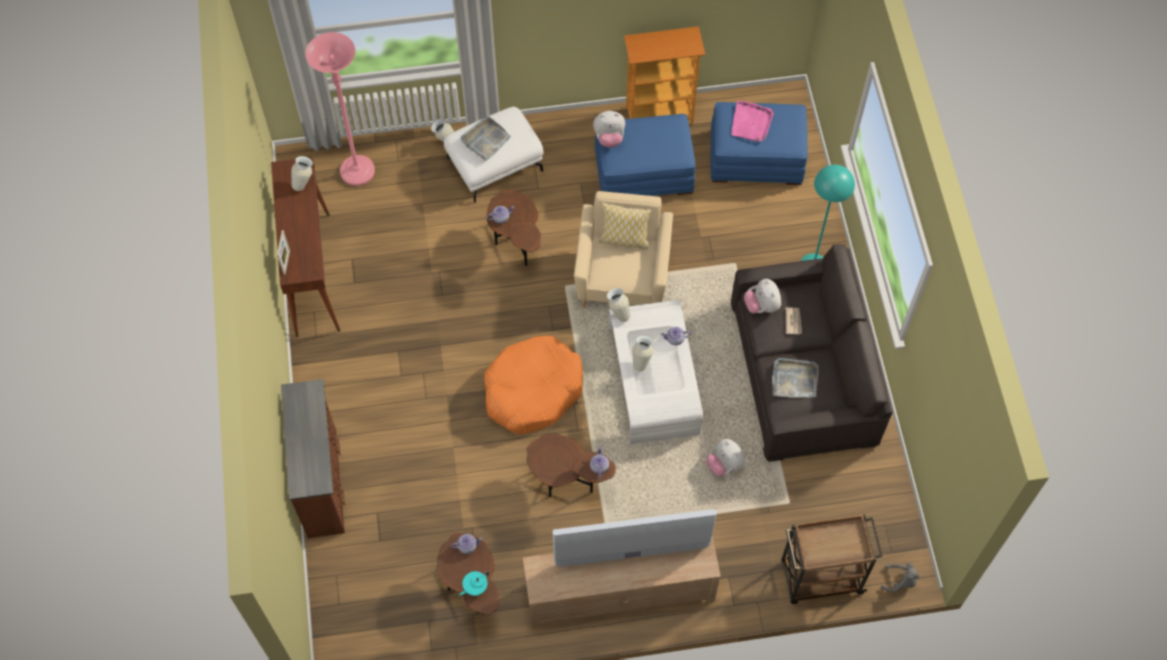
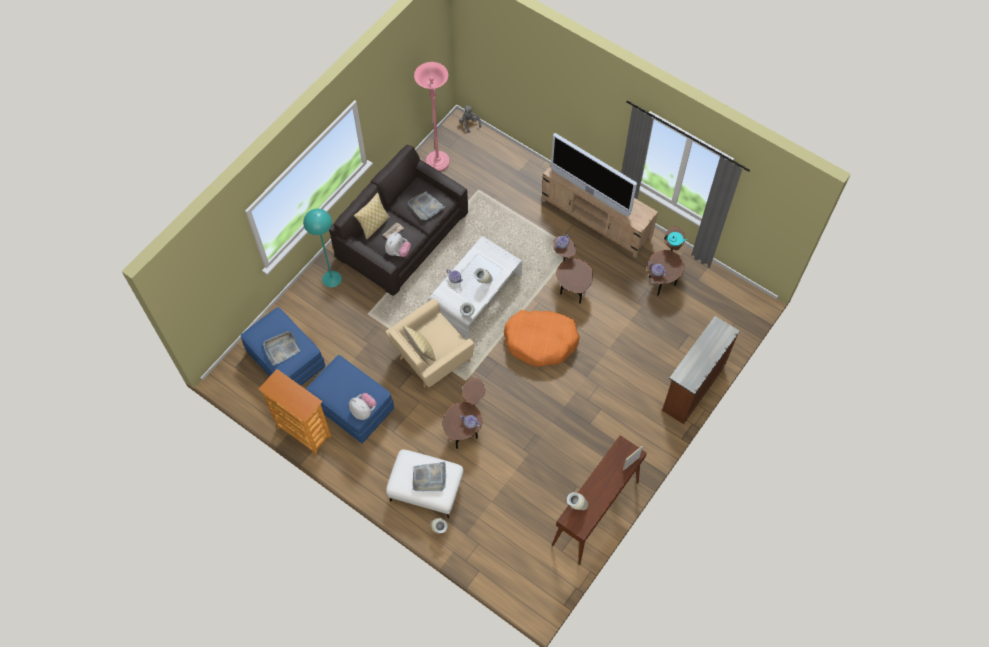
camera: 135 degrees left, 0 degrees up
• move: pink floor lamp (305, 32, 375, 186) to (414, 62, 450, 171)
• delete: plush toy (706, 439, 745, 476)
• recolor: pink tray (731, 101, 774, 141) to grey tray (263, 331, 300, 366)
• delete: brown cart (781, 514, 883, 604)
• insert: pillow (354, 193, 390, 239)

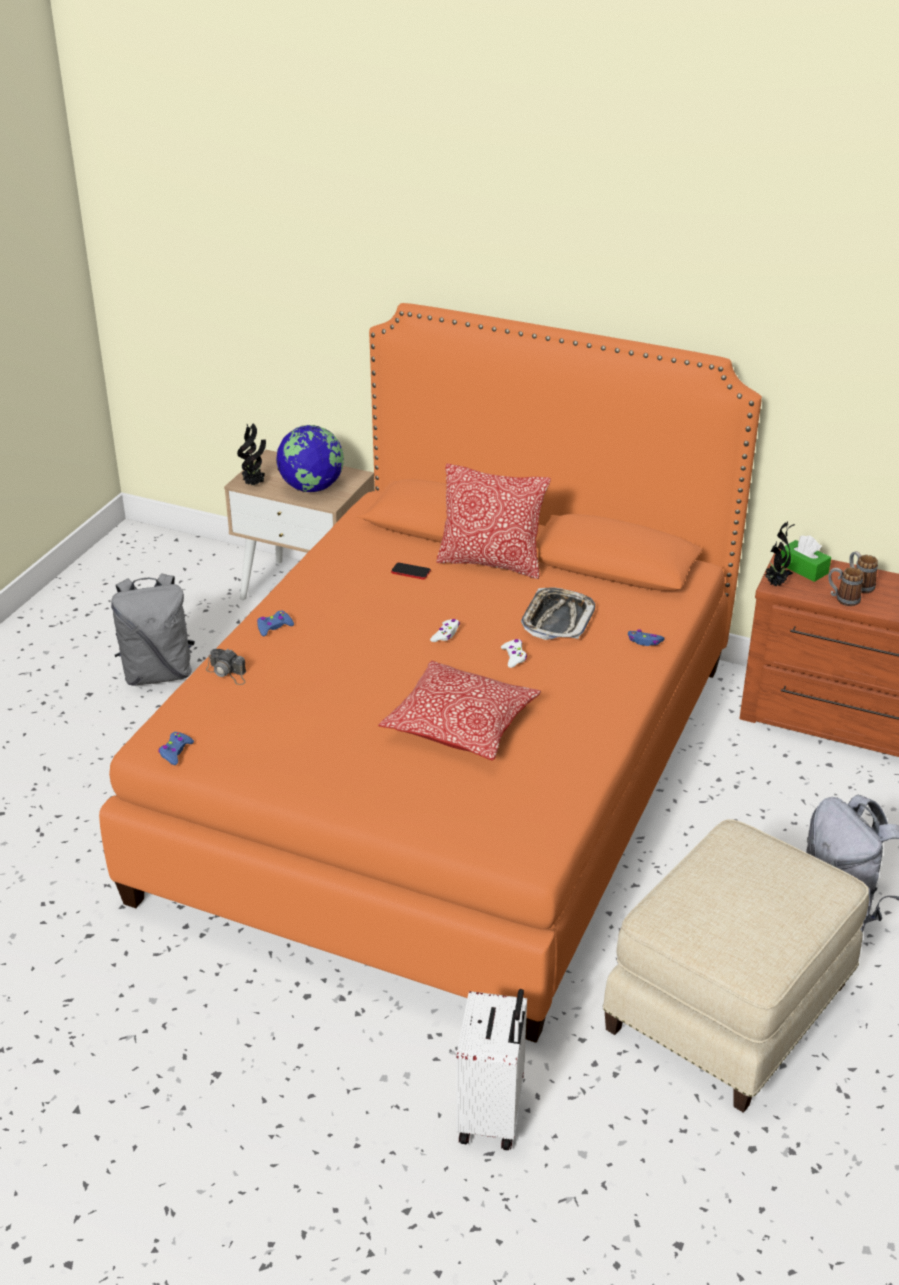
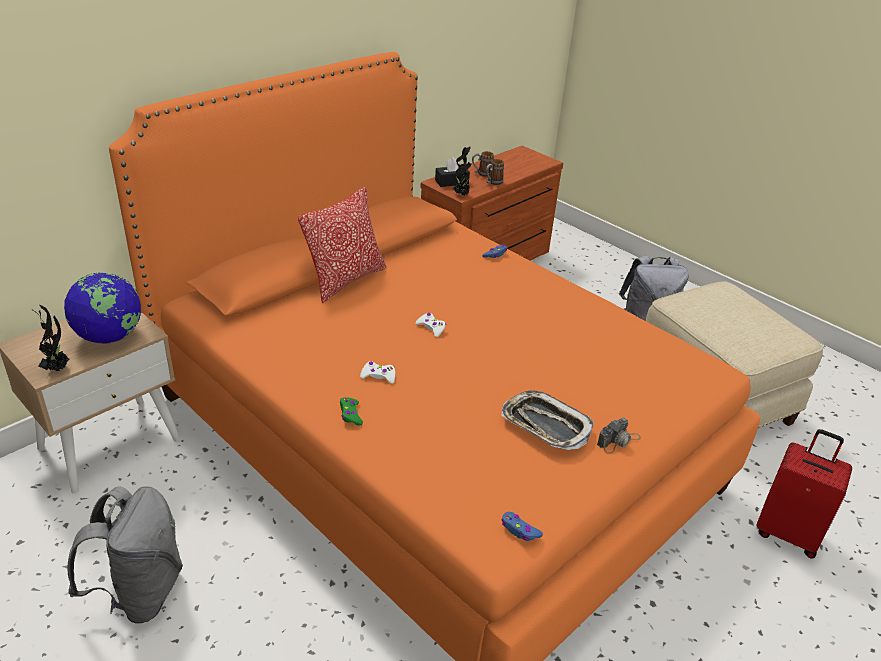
camera: 70 degrees left, 0 degrees up
• move: photo camera (206, 649, 246, 685) to (597, 418, 641, 454)
• recolor: blue game controller (257, 611, 294, 636) to green game controller (340, 397, 363, 426)
• delete: pillow (378, 661, 541, 761)
• delete: phone (391, 563, 431, 579)
• recolor: white suitcase (456, 989, 527, 1150) to red suitcase (756, 429, 852, 558)
• move: white game controller (501, 639, 527, 668) to (360, 361, 395, 384)
• move: tray (521, 587, 595, 640) to (501, 390, 594, 450)
• recolor: green tissue box (781, 535, 831, 582) to black tissue box (435, 157, 470, 187)

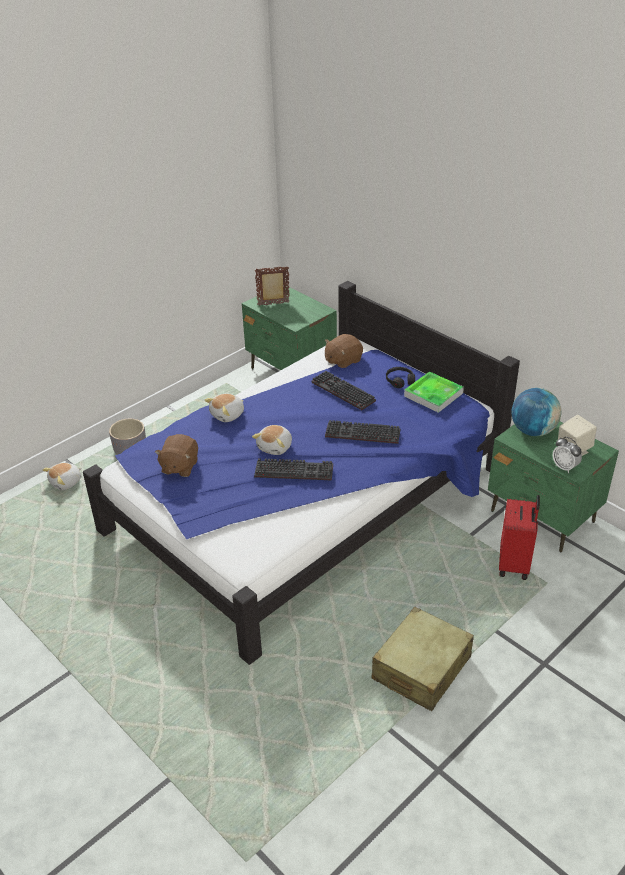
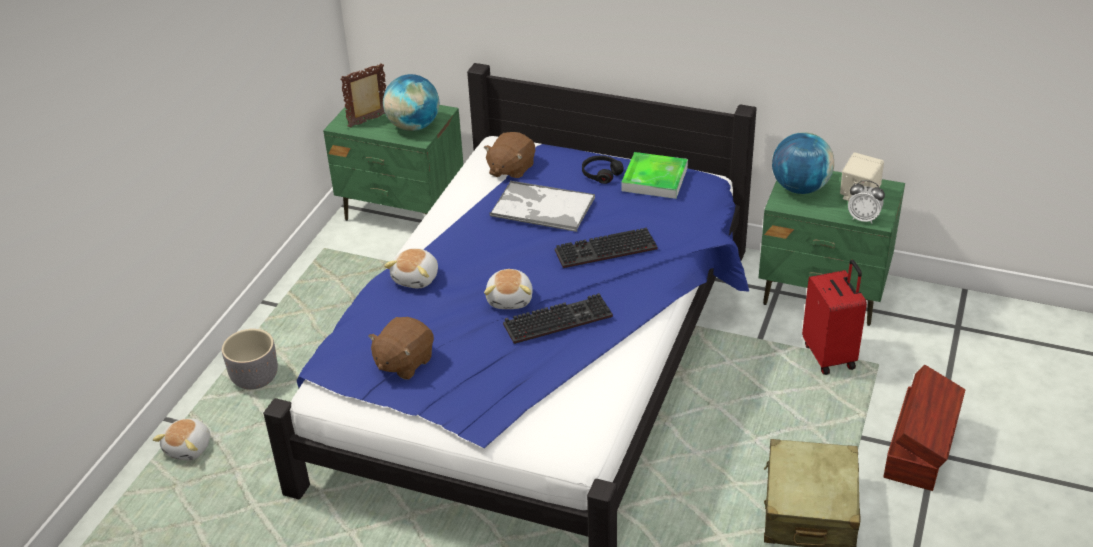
camera: 25 degrees left, 0 degrees up
• rotate: brown plush toy (155, 434, 198, 477) = (368, 317, 434, 380) 45 degrees clockwise
• replace: keyboard (312, 371, 376, 410) to tray (489, 181, 595, 232)
• insert: globe (383, 74, 439, 131)
• insert: brown storage box (884, 365, 965, 491)

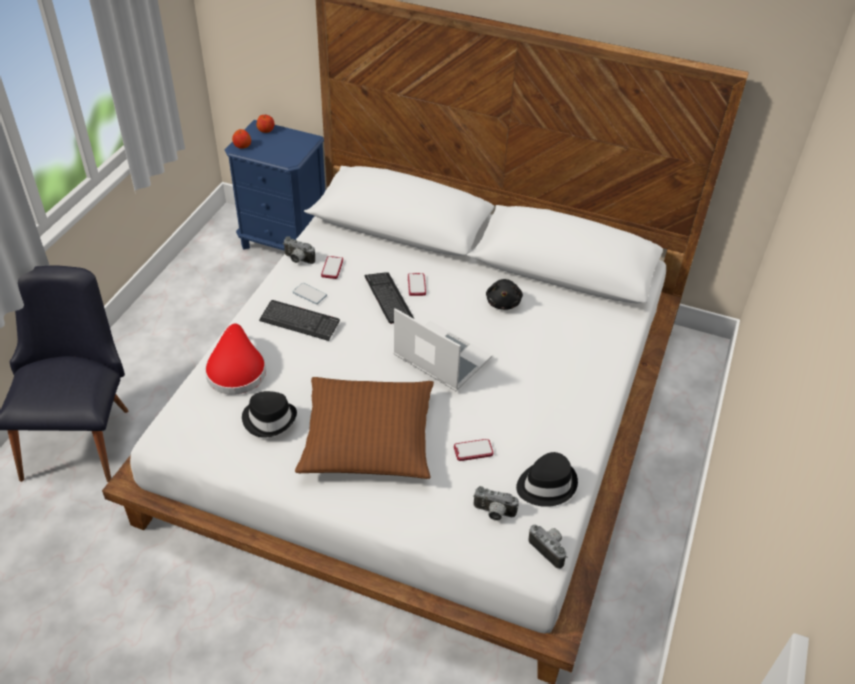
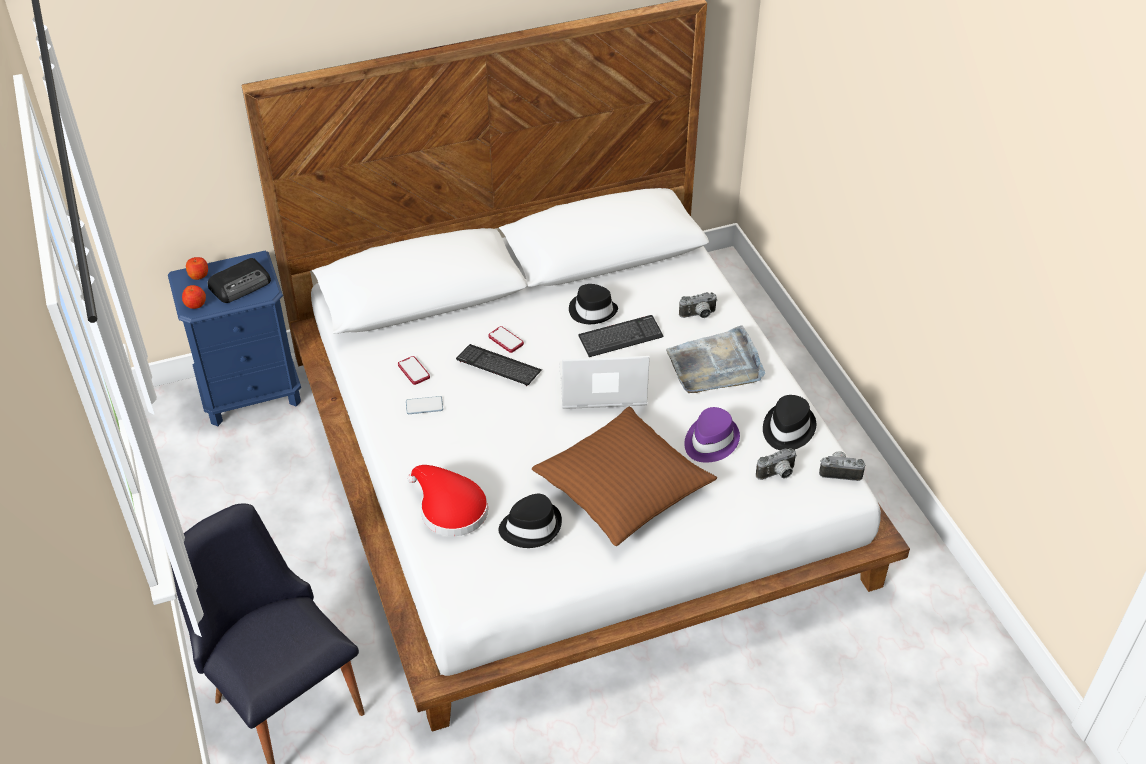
camera: 40 degrees left, 0 degrees up
• move: keyboard (259, 300, 340, 341) to (579, 315, 664, 357)
• move: photo camera (283, 236, 315, 264) to (679, 292, 717, 318)
• replace: phone (454, 439, 493, 461) to purple hat (684, 407, 740, 463)
• replace: black plush toy (486, 279, 523, 310) to black hat (569, 284, 618, 324)
• insert: radio (208, 258, 271, 303)
• insert: grey tray (666, 325, 765, 393)

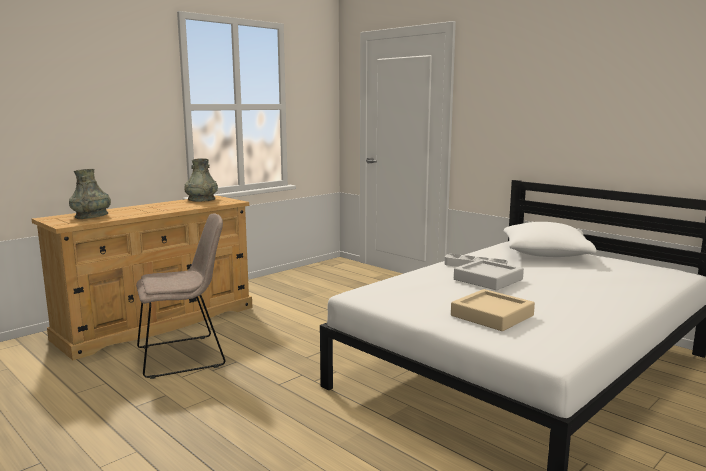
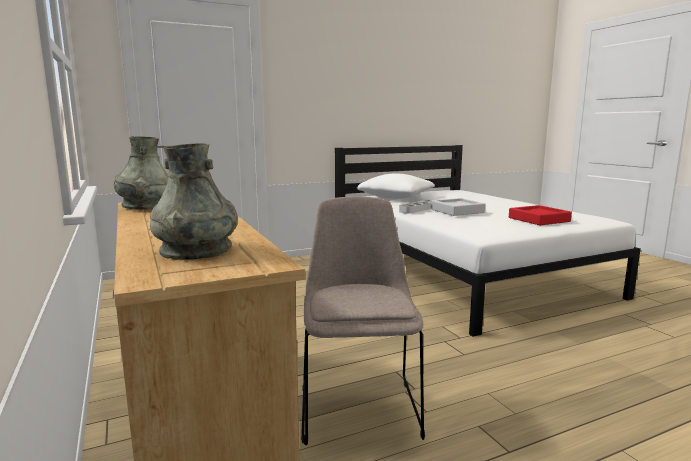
camera: 70 degrees left, 0 degrees up
• recolor: beige tray (451, 289, 535, 331) to red tray (509, 205, 572, 225)

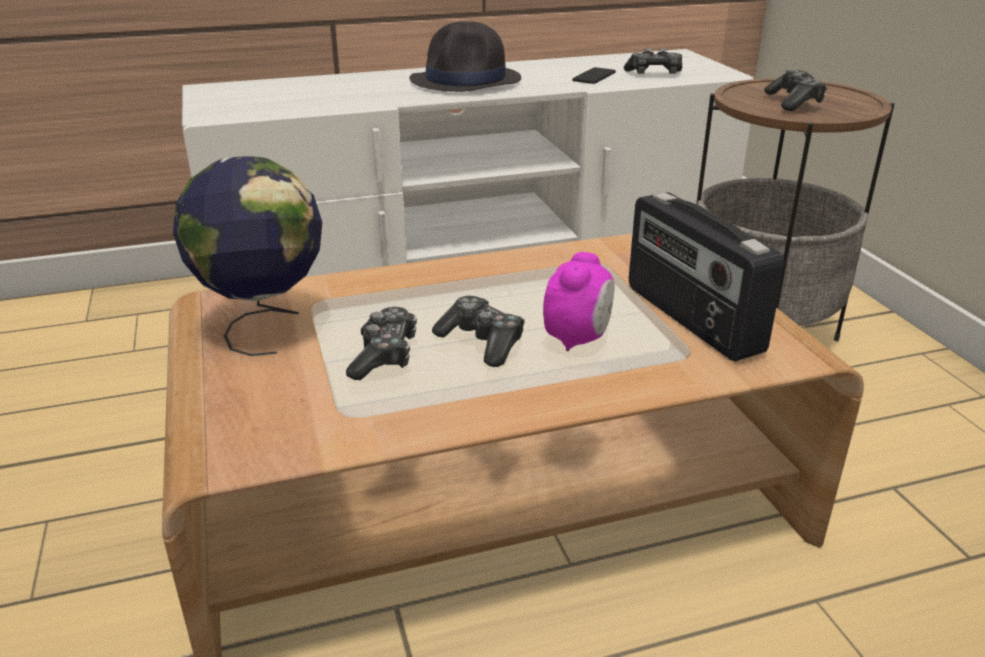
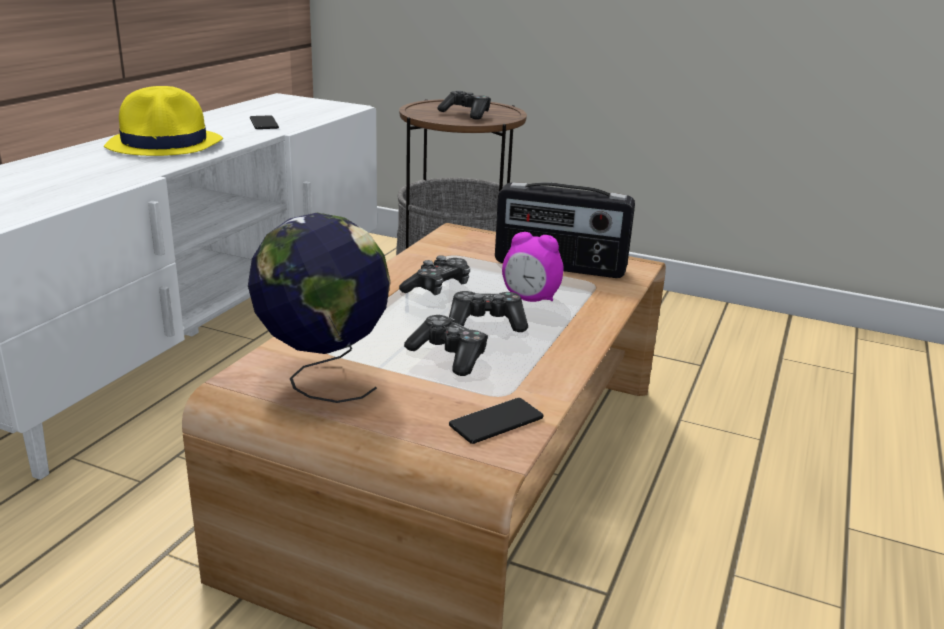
camera: 50 degrees left, 5 degrees down
• recolor: black hat (409, 21, 521, 92) to yellow hat (104, 86, 223, 156)
• rotate: alarm clock (543, 252, 615, 351) = (502, 232, 563, 302) 135 degrees clockwise
• move: game controller (624, 48, 682, 74) to (399, 255, 470, 295)
• insert: phone (449, 398, 543, 444)

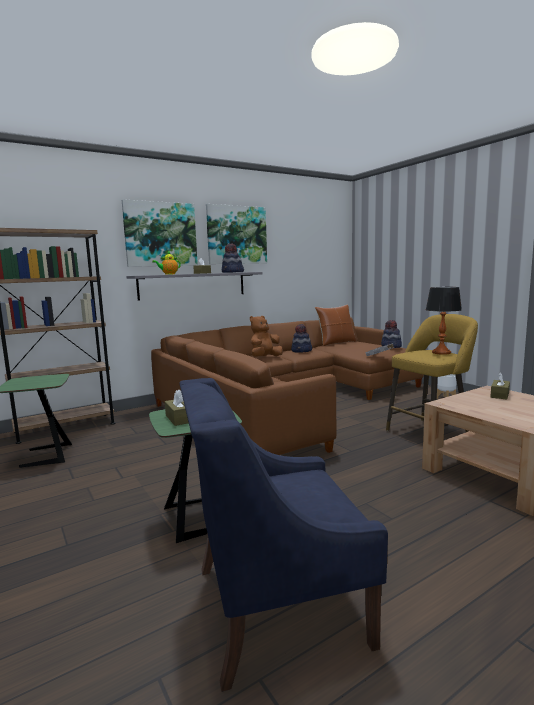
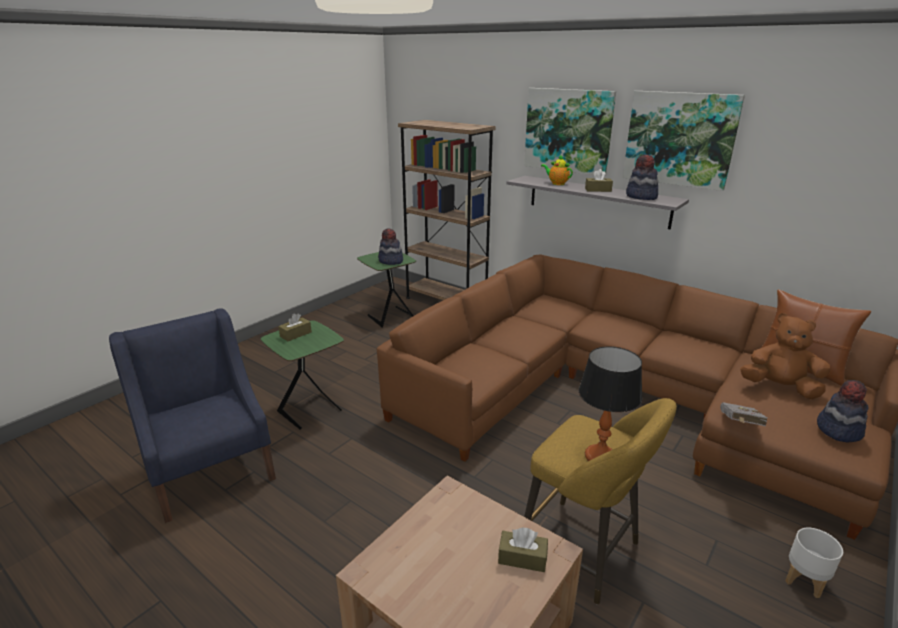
camera: 70 degrees right, 15 degrees up
• move: brown plush toy (250, 316, 283, 357) to (740, 313, 830, 399)
• move: hat (291, 324, 312, 353) to (378, 228, 403, 265)

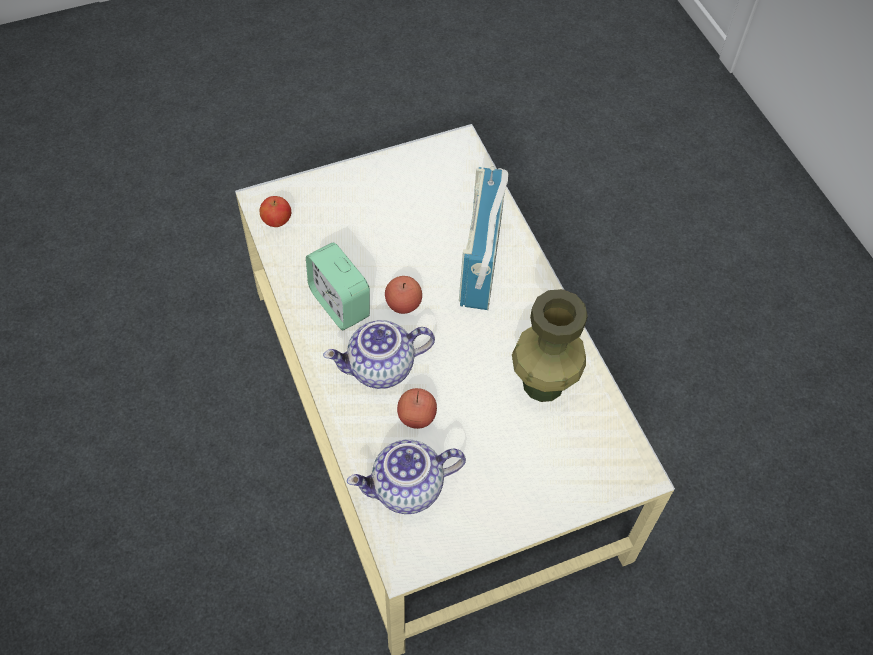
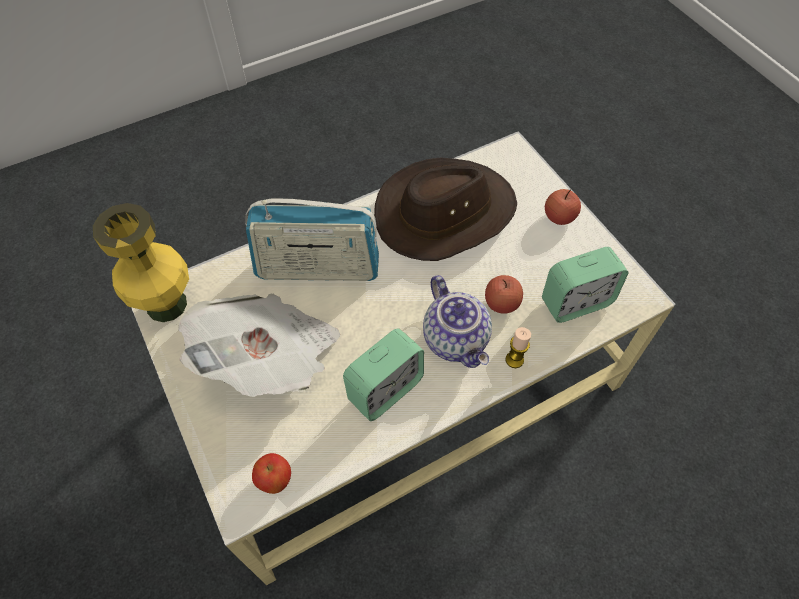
camera: 95 degrees left, 0 degrees up
• replace: teapot (347, 440, 466, 514) to alarm clock (542, 247, 628, 323)
• move: apple (385, 276, 422, 314) to (545, 189, 581, 225)
• replace: green vase (512, 289, 588, 402) to brown hat (374, 157, 517, 261)
• insert: yellow vase (93, 203, 189, 322)
• insert: newspaper (178, 294, 340, 397)
• insert: candle (505, 327, 531, 368)

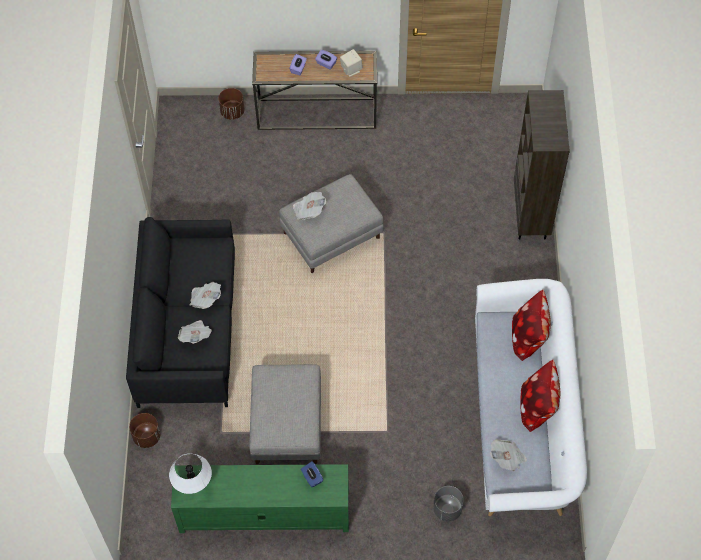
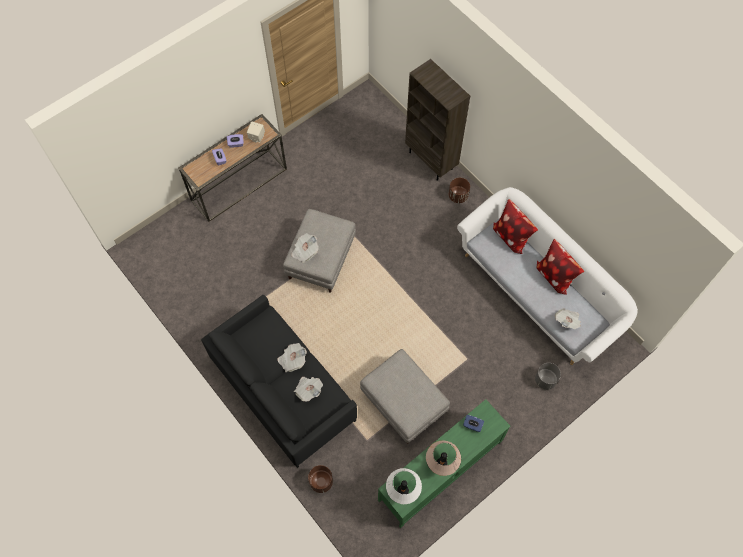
camera: 40 degrees left, 5 degrees up
• move: brown planter (218, 88, 245, 120) to (449, 178, 470, 203)
• insert: beige table lamp (426, 441, 461, 476)

